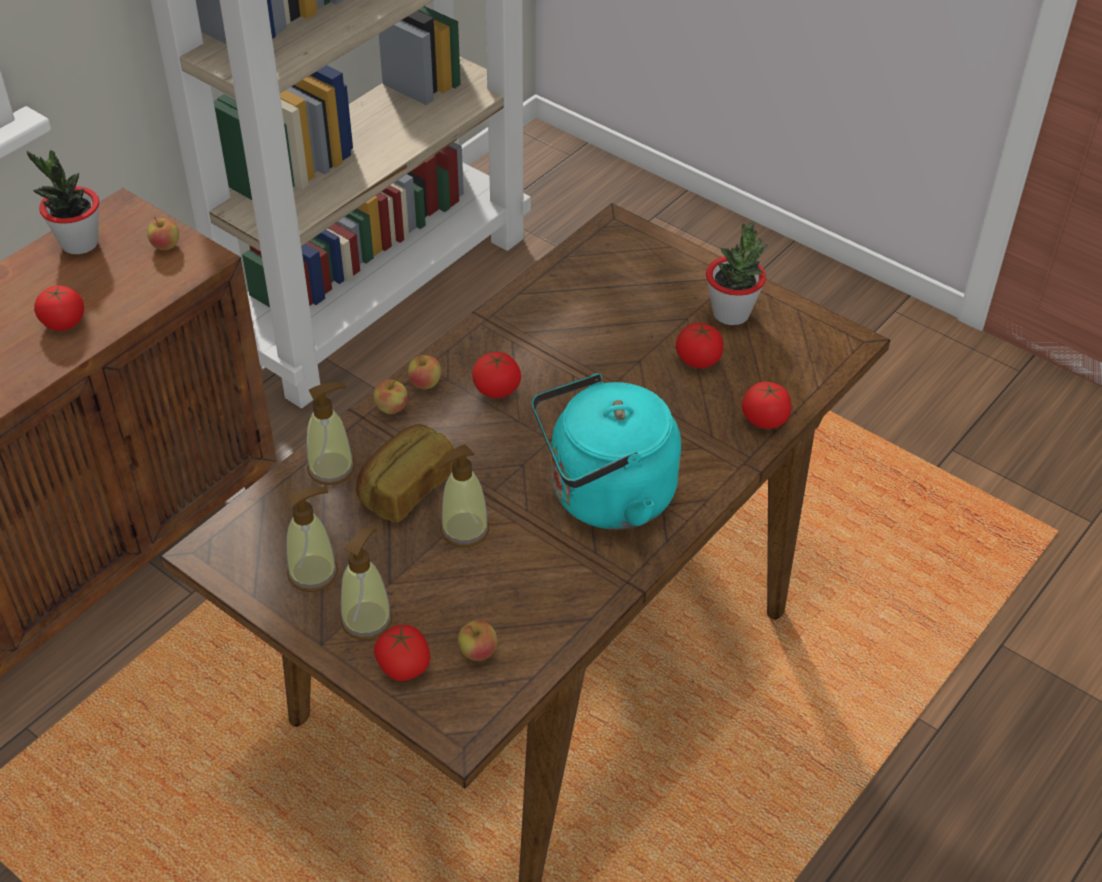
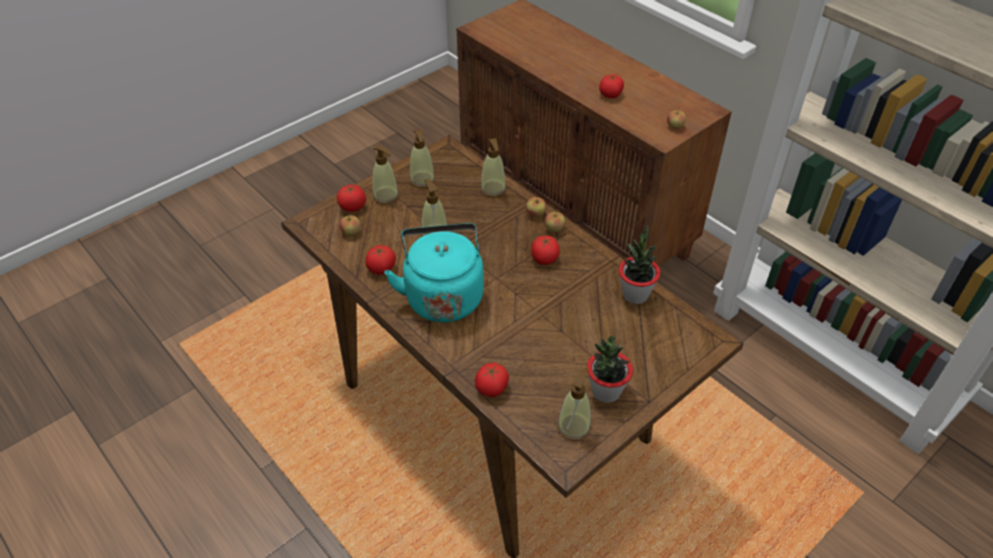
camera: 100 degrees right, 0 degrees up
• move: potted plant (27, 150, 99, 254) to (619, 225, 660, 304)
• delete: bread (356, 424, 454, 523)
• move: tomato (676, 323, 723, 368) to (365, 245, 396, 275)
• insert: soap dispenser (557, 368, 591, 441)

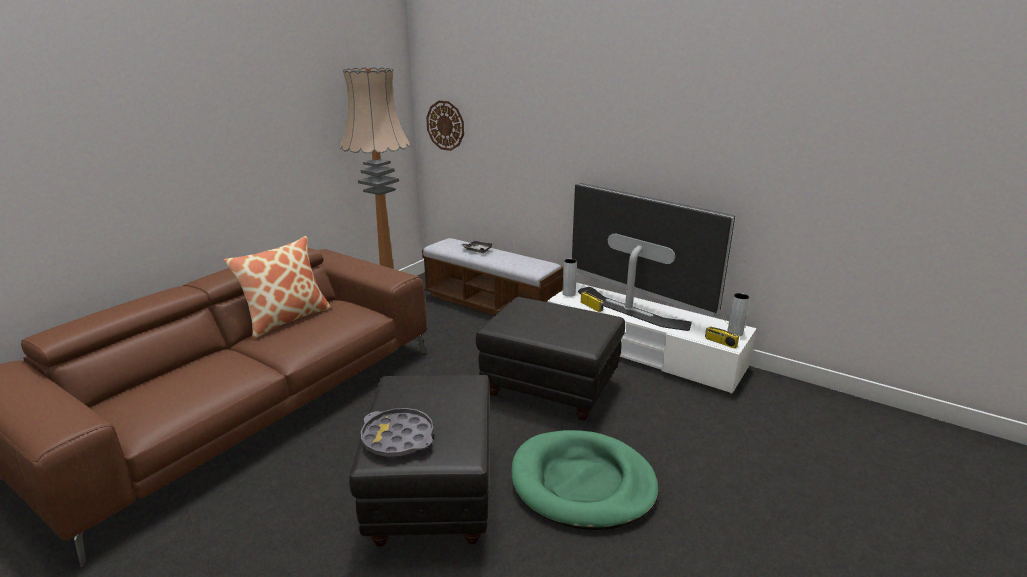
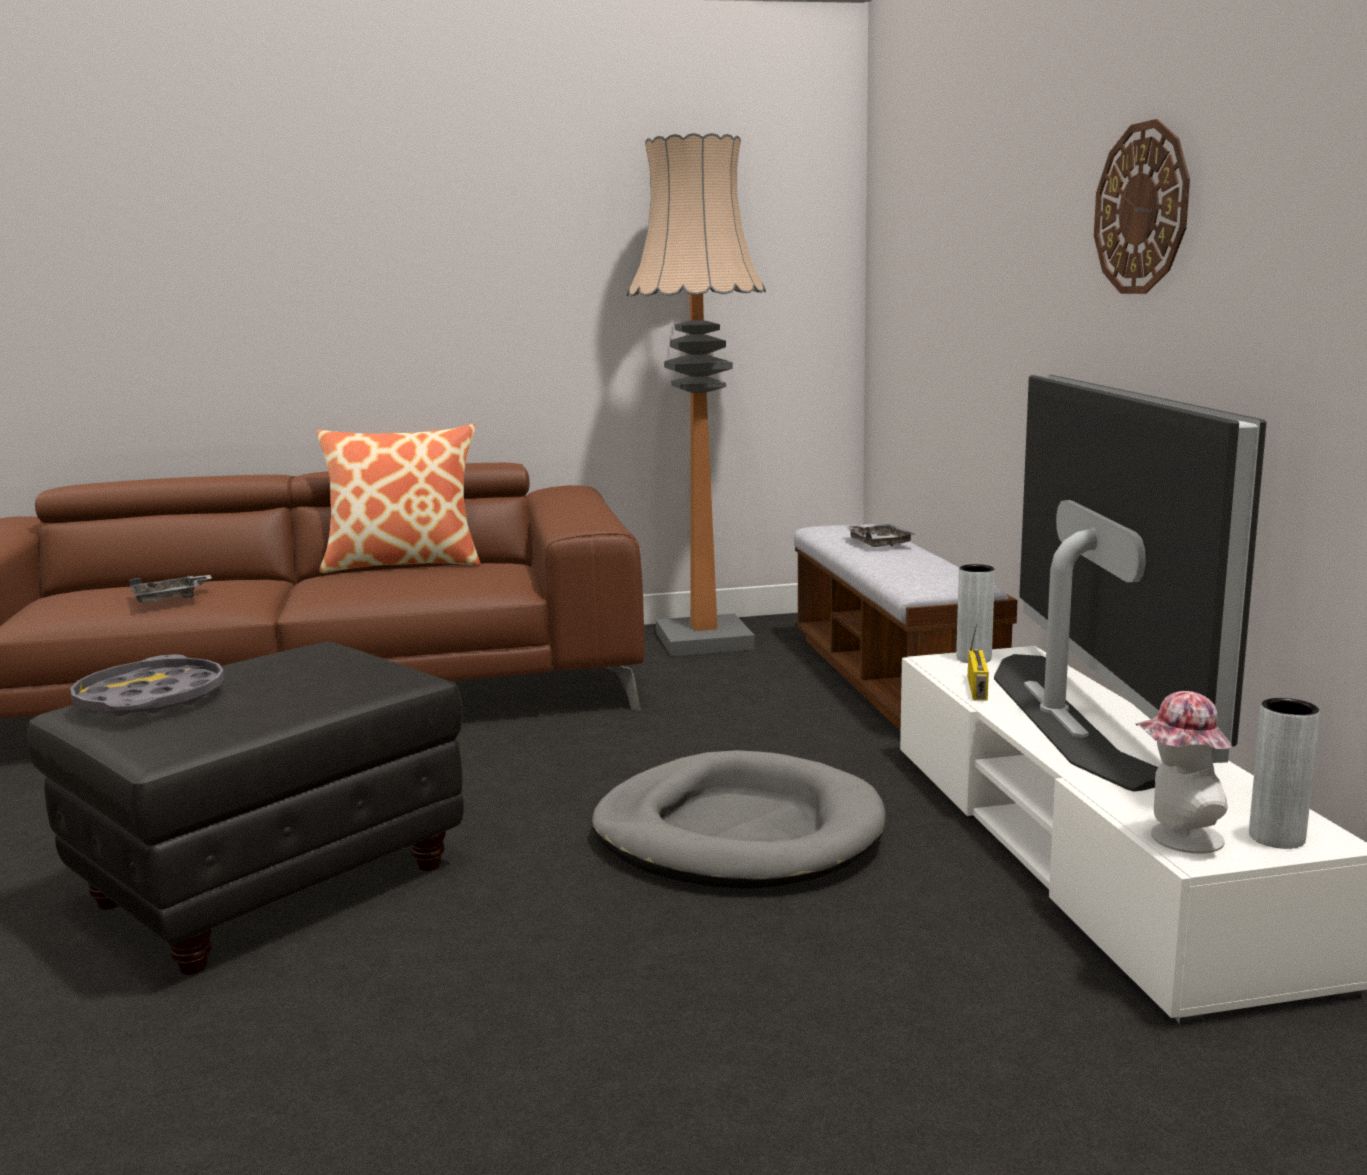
camera: 45 degrees right, 10 degrees down
• move: wall clock (426, 100, 464, 151) to (1094, 119, 1190, 294)
• replace: black ottoman (476, 297, 625, 420) to grey dog bed (592, 750, 886, 888)
• delete: green dog bed (512, 430, 659, 530)
• replace: radio (705, 311, 739, 349) to hat (1135, 691, 1232, 854)
• insert: grey tray (130, 575, 212, 603)

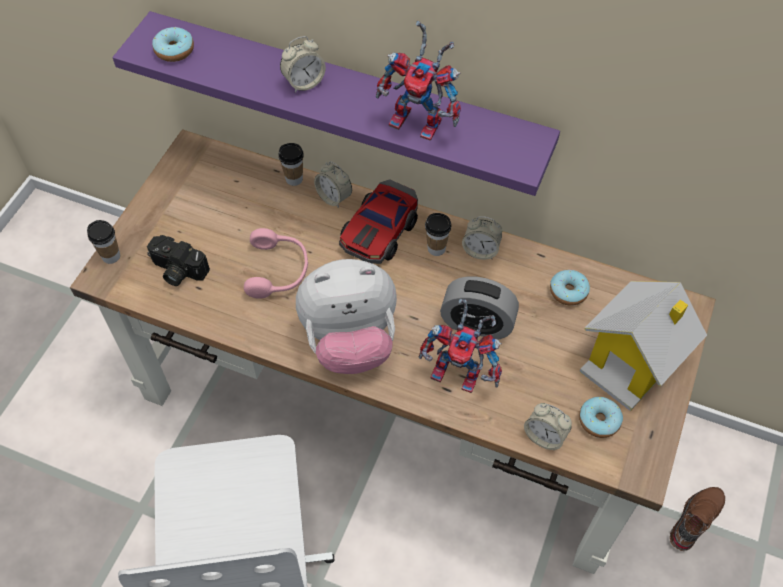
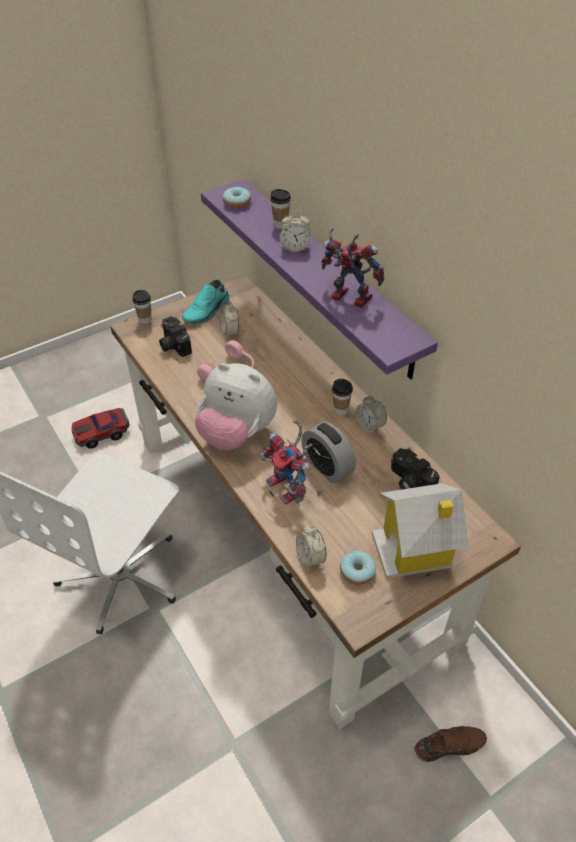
camera: 35 degrees right, 10 degrees down
• move: cup (278, 143, 304, 186) to (270, 189, 291, 229)
• move: alarm clock (314, 161, 352, 208) to (221, 302, 239, 338)
• move: toy car (339, 179, 418, 264) to (72, 408, 130, 449)
• rotate: toy robot (376, 21, 461, 141) = (321, 227, 384, 308) 150 degrees clockwise
• replace: donut (550, 270, 590, 306) to photo camera (391, 448, 440, 489)
• insert: turquoise shoe (182, 279, 230, 324)

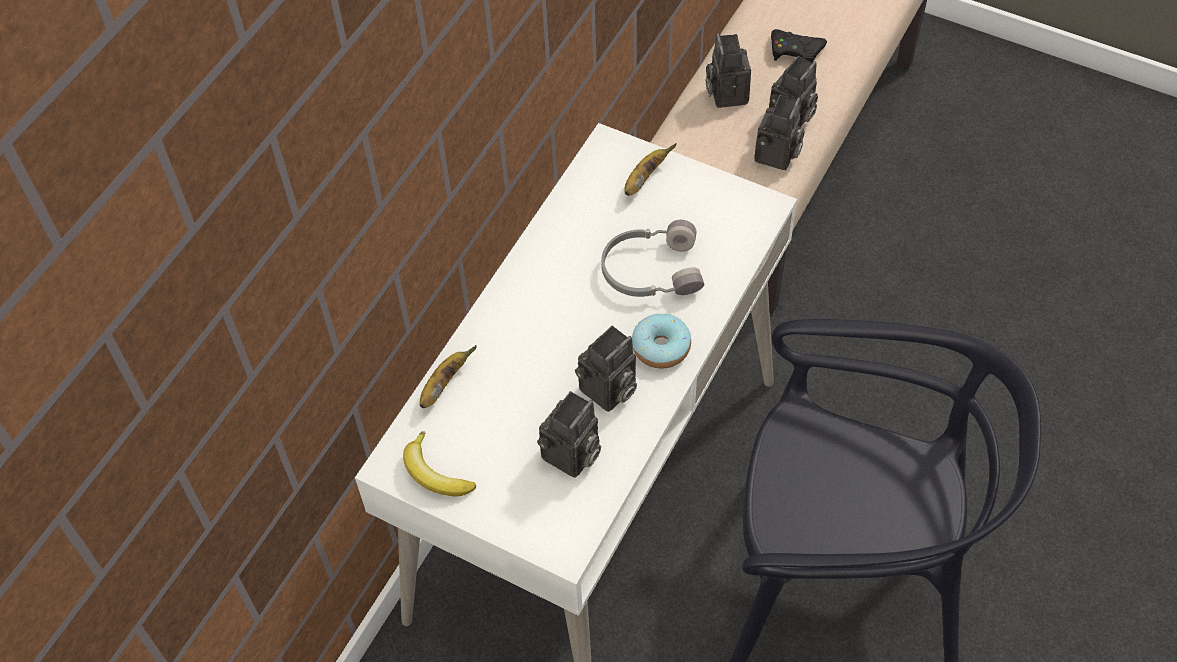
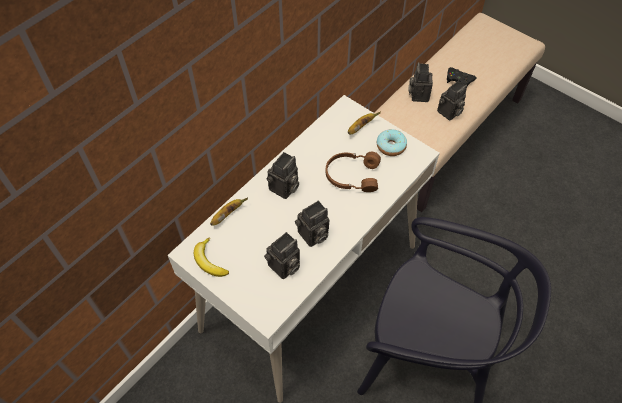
camera: 10 degrees right, 0 degrees up
• recolor: grey headphones (601, 220, 704, 297) to brown headphones (325, 152, 381, 192)
• move: donut (632, 314, 691, 368) to (377, 129, 407, 156)
• move: photo camera (754, 95, 805, 170) to (266, 152, 299, 199)

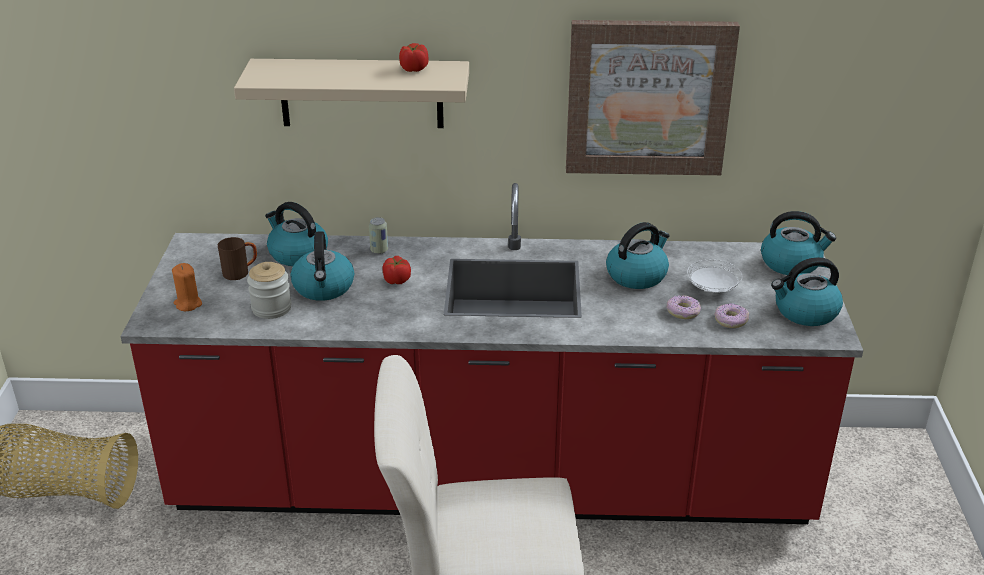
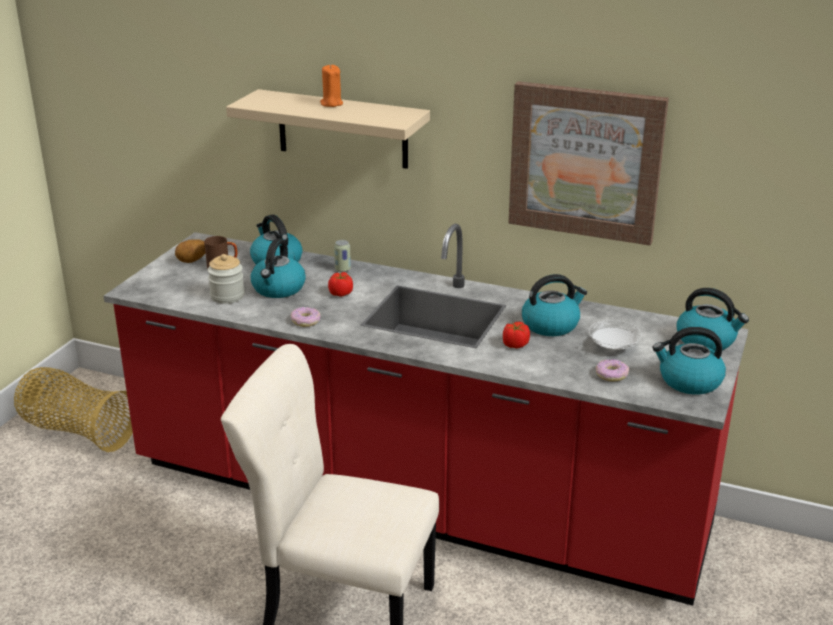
camera: 20 degrees right, 5 degrees down
• move: orange candle (172, 263, 202, 311) to (320, 64, 343, 107)
• move: tomato (399, 43, 429, 72) to (503, 322, 530, 348)
• move: donut (667, 296, 701, 319) to (291, 307, 321, 327)
• insert: potato (175, 239, 205, 263)

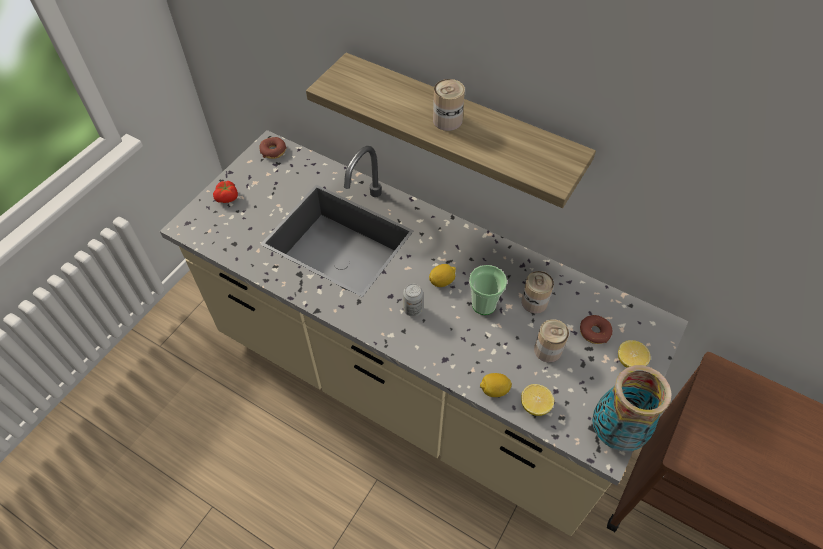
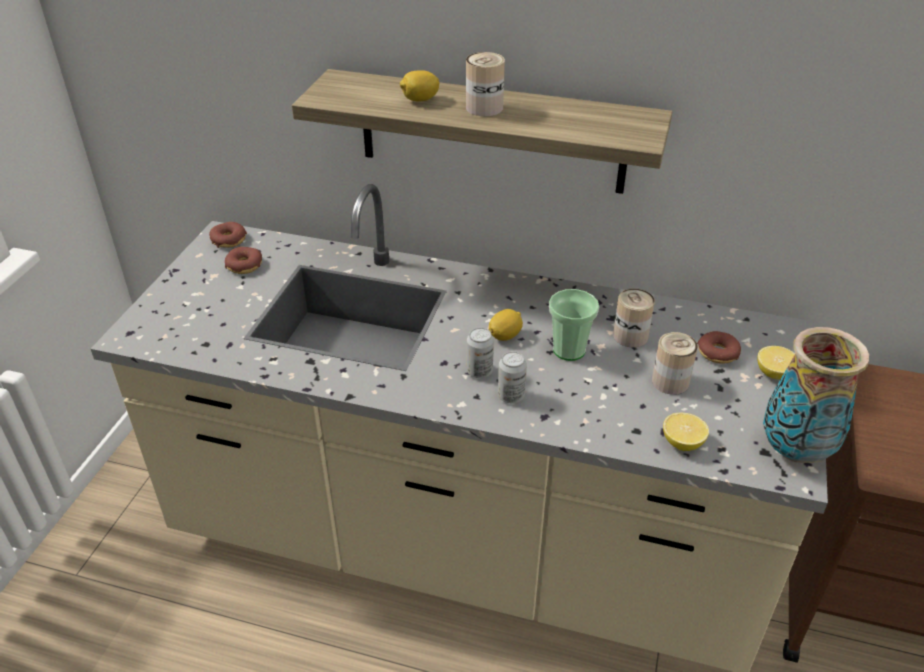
camera: 15 degrees left, 15 degrees down
• delete: tomato (213, 181, 238, 203)
• move: lemon (480, 373, 512, 397) to (400, 70, 440, 102)
• insert: donut (225, 247, 262, 274)
• insert: can (498, 351, 527, 403)

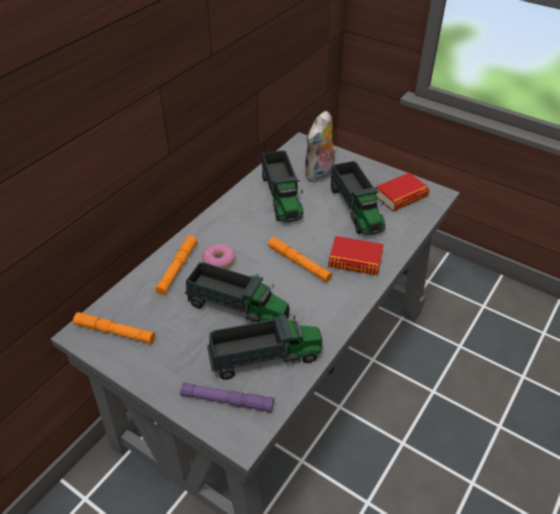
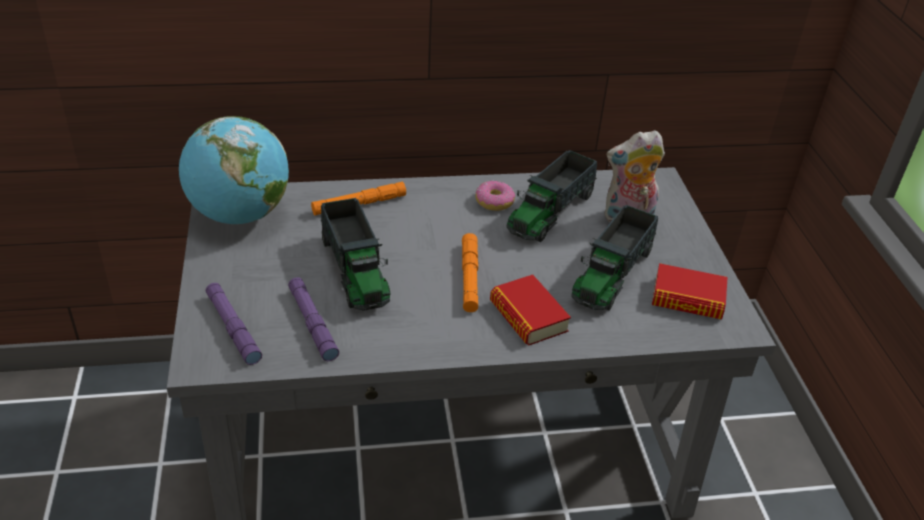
camera: 45 degrees right, 5 degrees down
• replace: orange flashlight (73, 312, 155, 344) to globe (179, 116, 289, 224)
• move: donut (202, 244, 235, 269) to (475, 181, 515, 211)
• replace: toy truck (207, 314, 322, 380) to purple flashlight (288, 277, 339, 361)

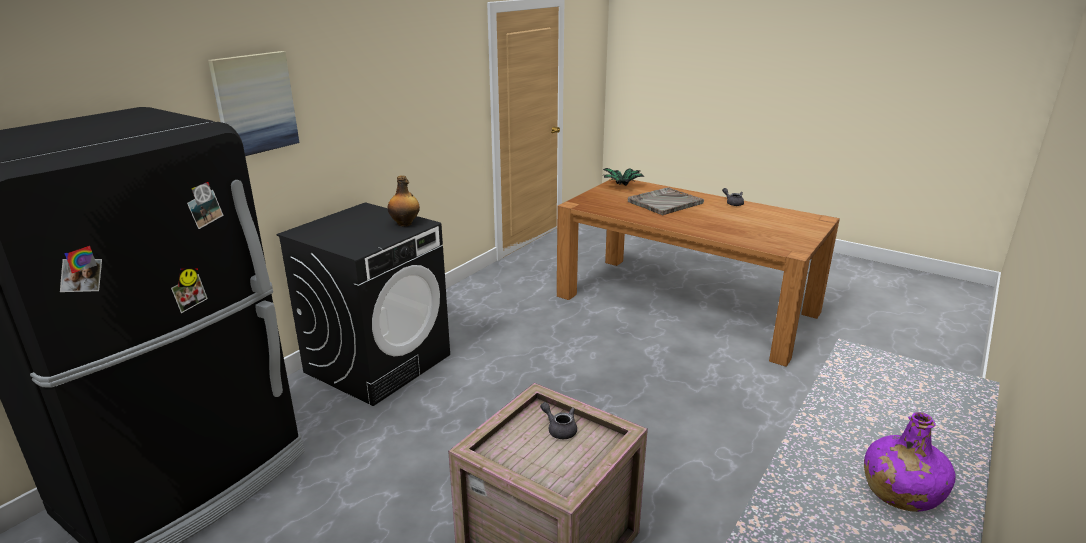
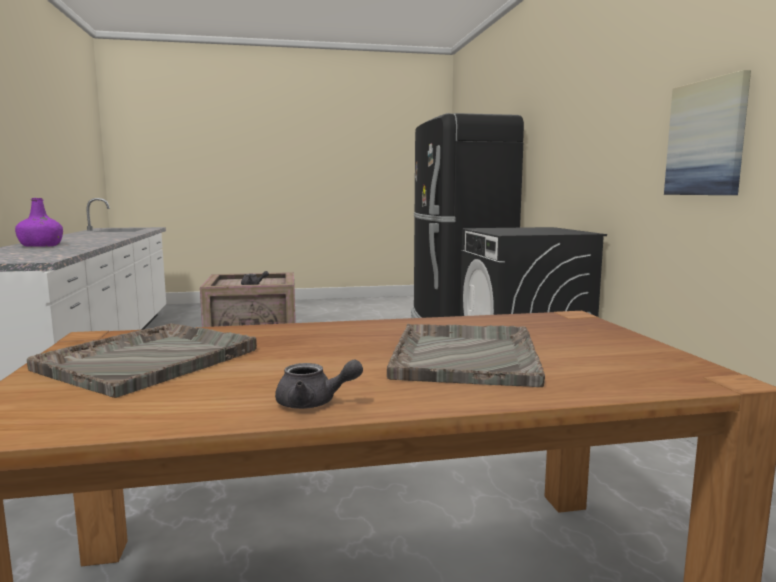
camera: 135 degrees right, 15 degrees down
• move: picture (208, 51, 299, 156) to (664, 70, 751, 195)
• delete: bottle (387, 175, 420, 227)
• delete: potted plant (603, 168, 645, 186)
• insert: grey tray (27, 323, 257, 398)

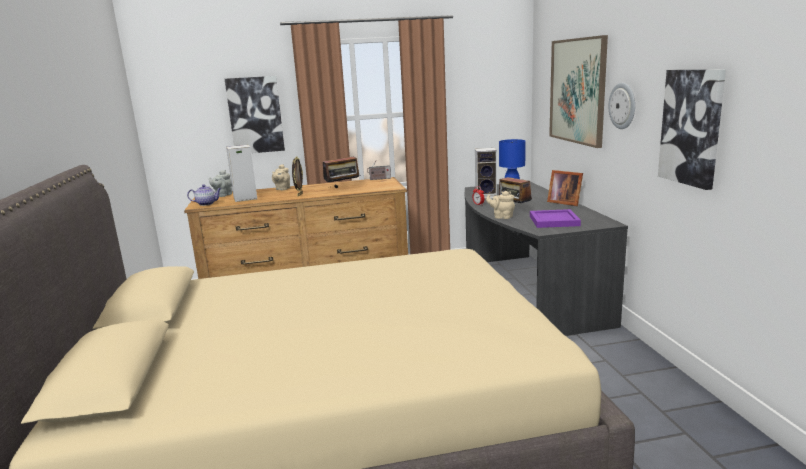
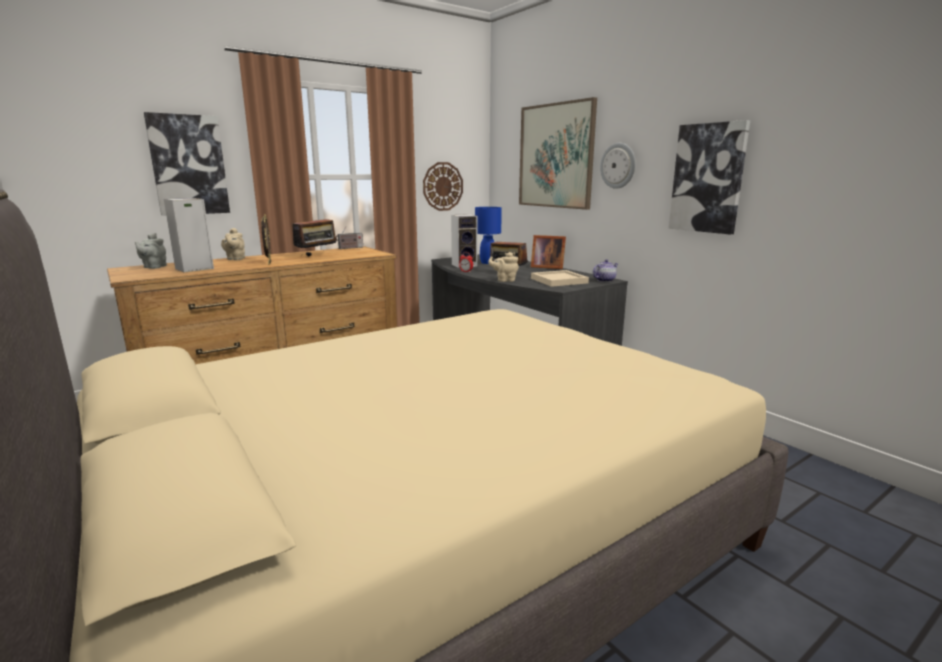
camera: 25 degrees left, 0 degrees up
• move: teapot (187, 185, 222, 206) to (593, 259, 618, 282)
• recolor: purple tray (530, 209, 581, 228) to beige tray (531, 270, 589, 287)
• insert: wall clock (423, 162, 463, 211)

